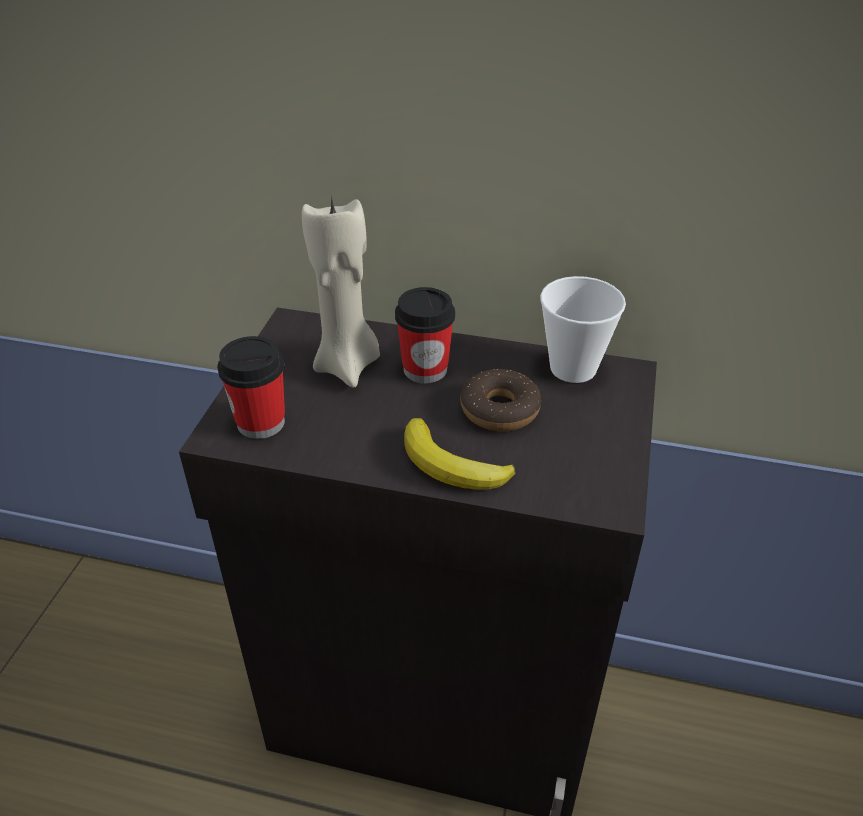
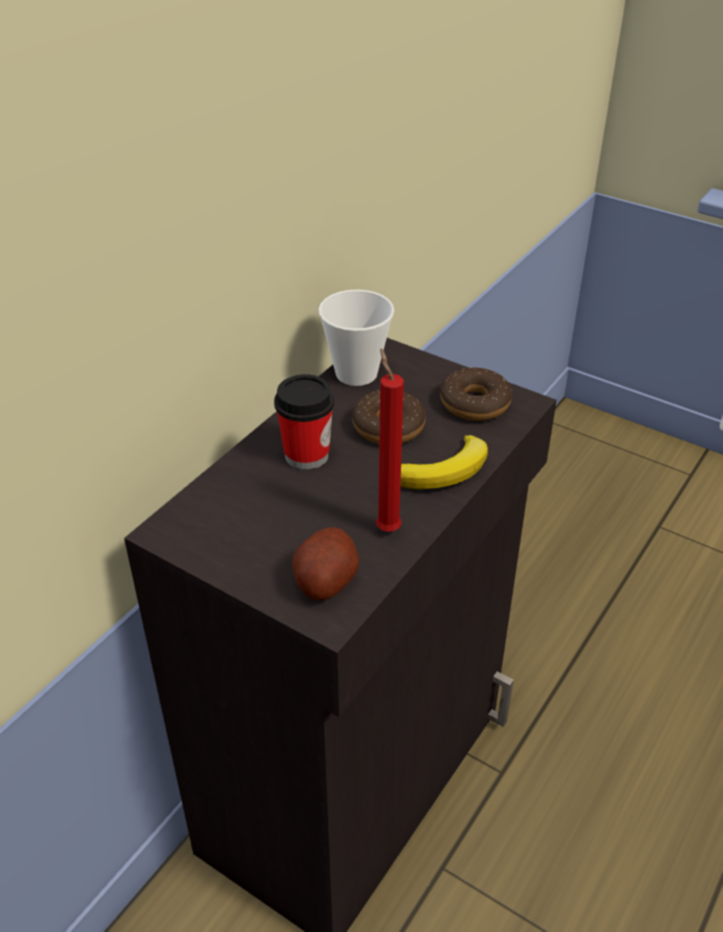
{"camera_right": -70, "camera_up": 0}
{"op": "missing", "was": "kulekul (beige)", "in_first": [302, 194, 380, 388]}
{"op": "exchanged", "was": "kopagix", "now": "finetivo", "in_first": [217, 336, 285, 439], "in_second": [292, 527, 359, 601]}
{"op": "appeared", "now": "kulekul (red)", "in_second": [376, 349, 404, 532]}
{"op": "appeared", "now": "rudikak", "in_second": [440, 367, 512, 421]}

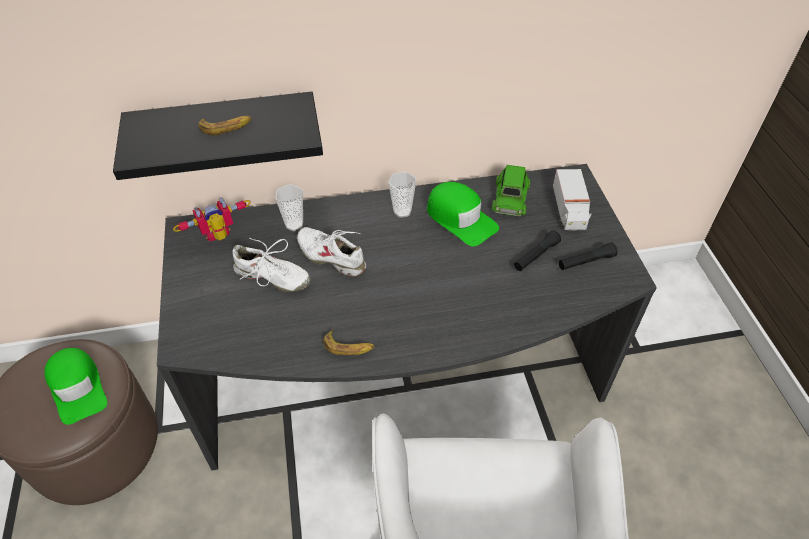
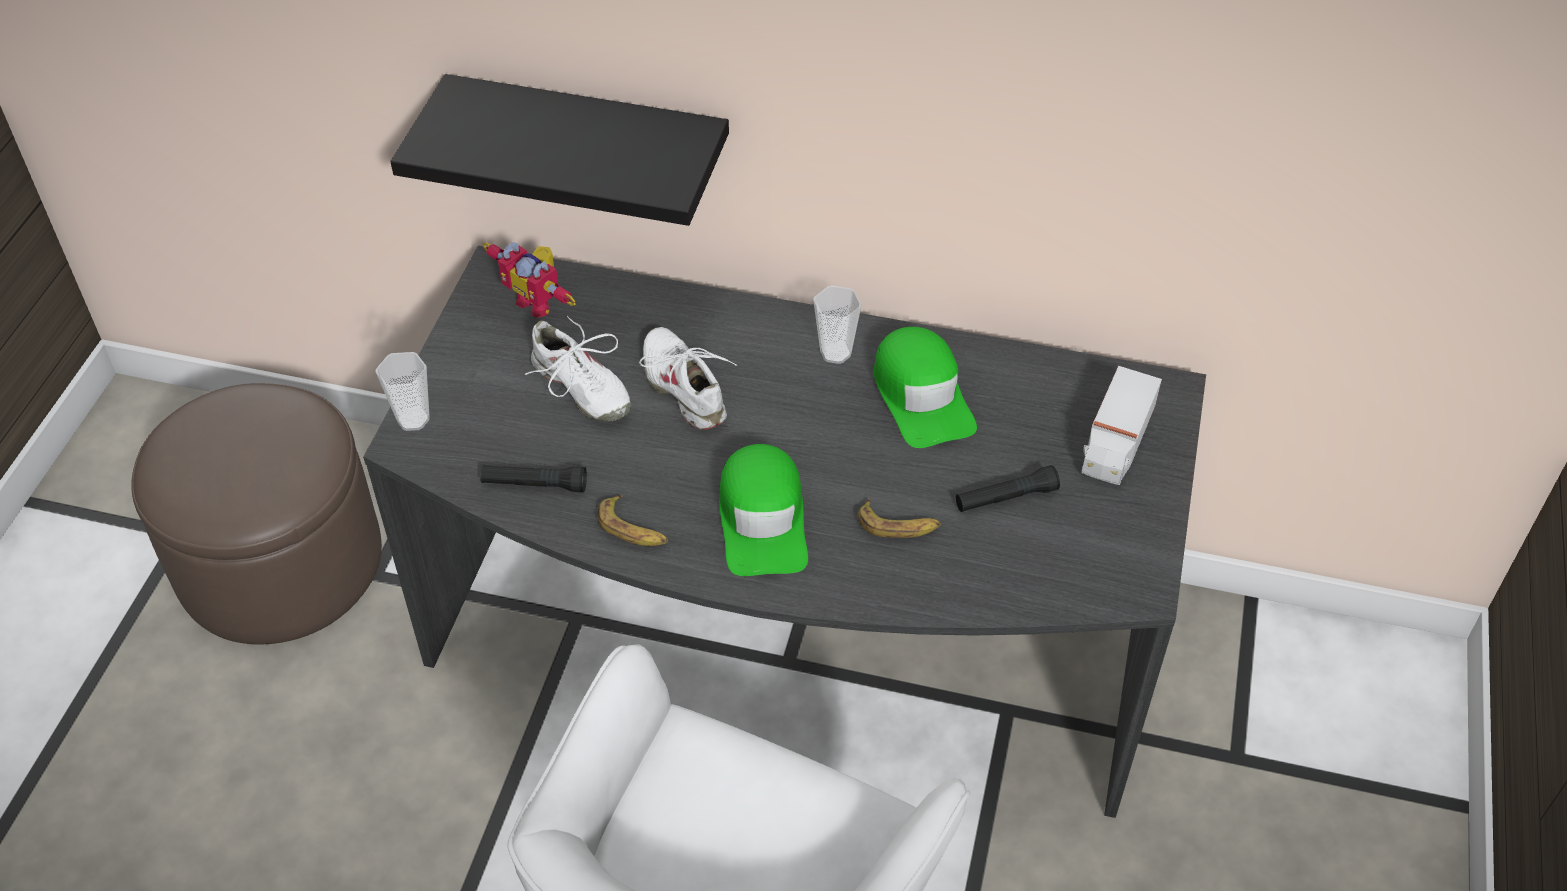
{"camera_right": 25, "camera_up": 0}
{"op": "relocated", "was": "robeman", "in_first": [198, 116, 252, 135], "in_second": [858, 499, 941, 538]}
{"op": "missing", "was": "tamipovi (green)", "in_first": [492, 165, 530, 216]}
{"op": "relocated", "was": "kopagix", "in_first": [275, 184, 303, 231], "in_second": [376, 352, 430, 431]}
{"op": "spun", "was": "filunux", "in_first": [173, 198, 251, 241], "in_second": [483, 242, 576, 318], "clockwise": -135}
{"op": "relocated", "was": "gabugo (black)", "in_first": [559, 242, 617, 270], "in_second": [480, 465, 587, 492]}
{"op": "relocated", "was": "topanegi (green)", "in_first": [44, 348, 107, 425], "in_second": [719, 444, 808, 576]}

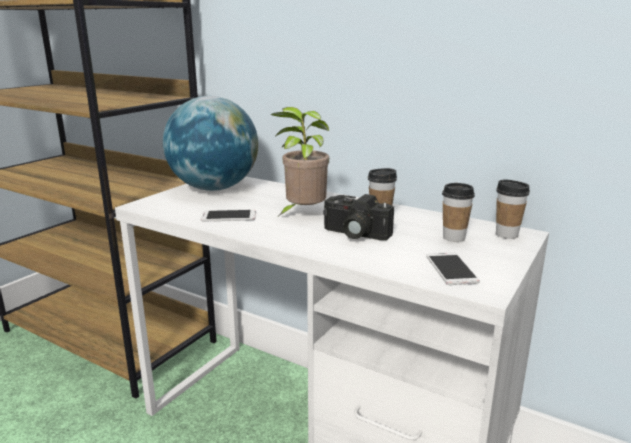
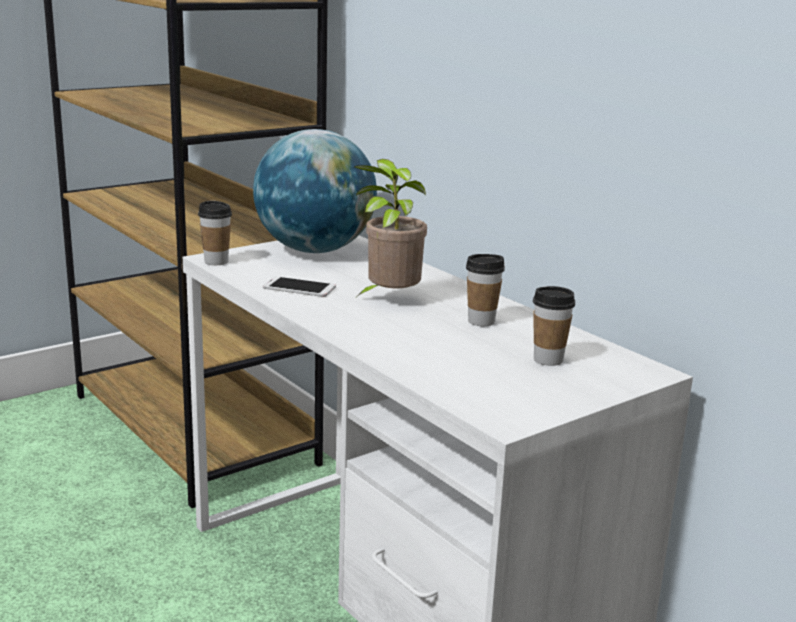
{"camera_right": 20, "camera_up": 0}
{"op": "relocated", "was": "kopagix", "in_first": [496, 179, 530, 239], "in_second": [198, 201, 232, 265]}
{"op": "missing", "was": "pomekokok", "in_first": [323, 194, 394, 240]}
{"op": "missing", "was": "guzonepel", "in_first": [426, 252, 480, 285]}

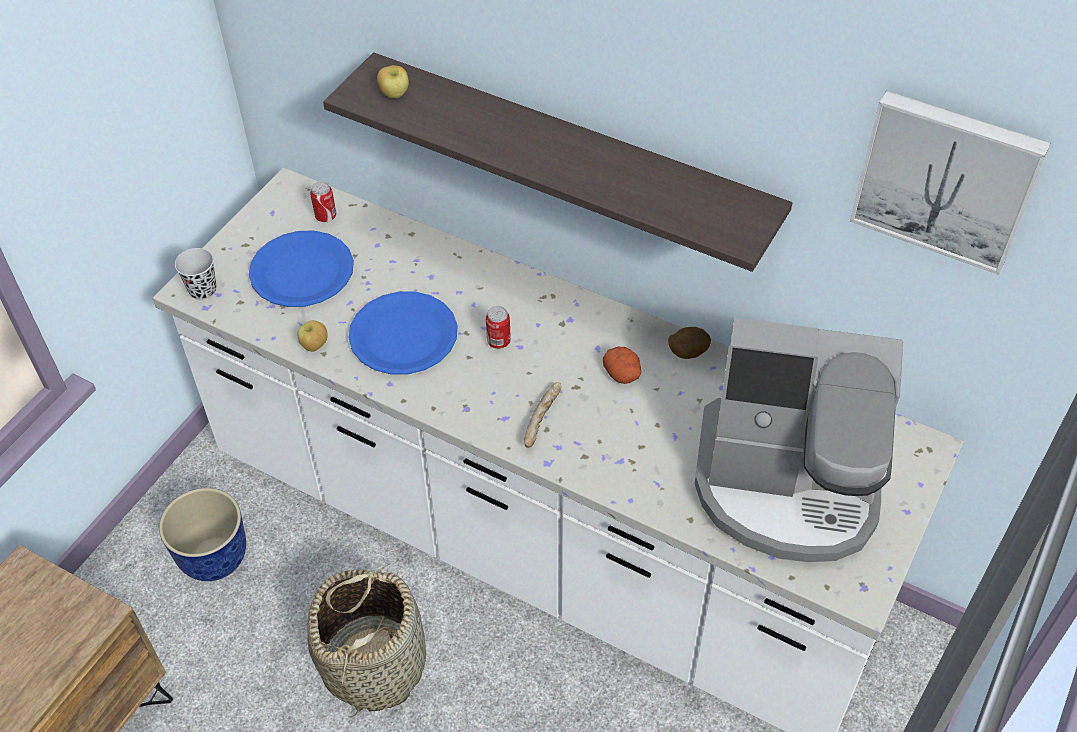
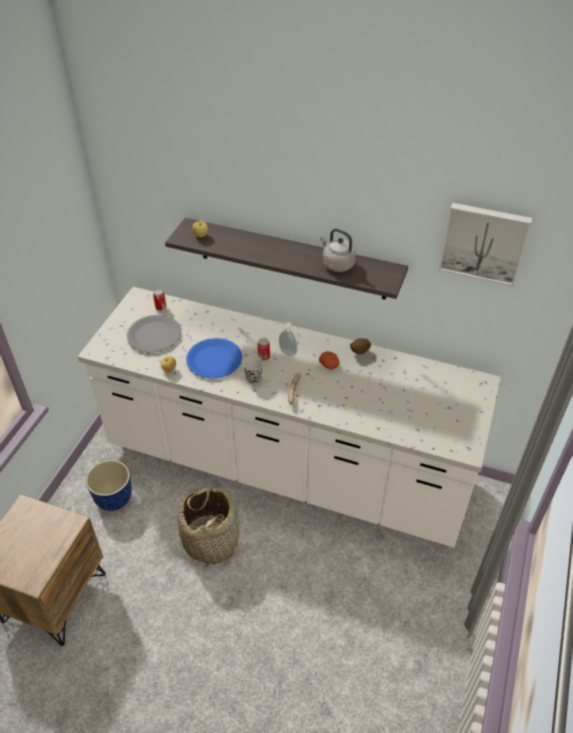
{"camera_right": -10, "camera_up": -5}
{"op": "colour", "was": "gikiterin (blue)", "now": "gikiterin (grey)", "in_first": [249, 230, 354, 307], "in_second": [127, 315, 182, 353]}
{"op": "relocated", "was": "kopagix (black)", "in_first": [175, 248, 217, 300], "in_second": [243, 355, 264, 384]}
{"op": "missing", "was": "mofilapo", "in_first": [695, 318, 903, 562]}
{"op": "appeared", "now": "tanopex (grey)", "in_second": [320, 229, 356, 272]}
{"op": "appeared", "now": "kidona", "in_second": [279, 322, 297, 357]}

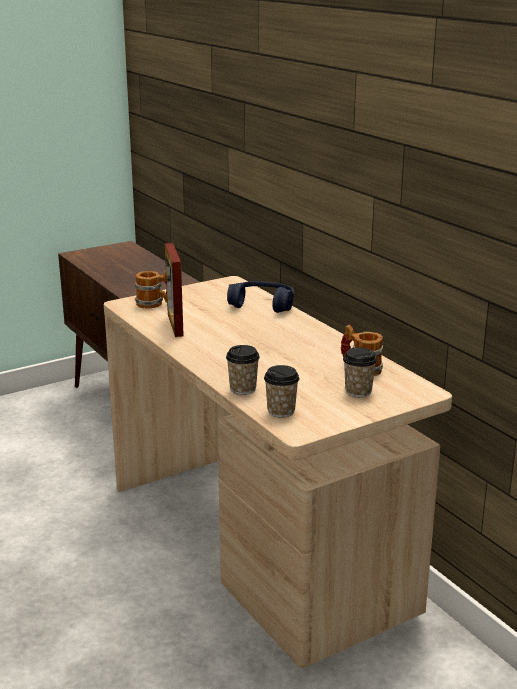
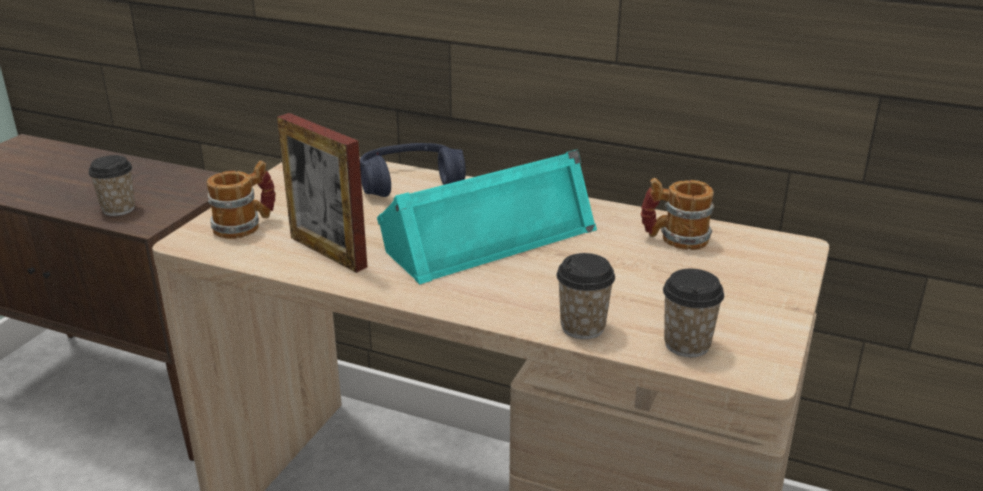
{"camera_right": -35, "camera_up": 5}
{"op": "relocated", "was": "kopagix", "in_first": [343, 347, 377, 397], "in_second": [89, 155, 135, 216]}
{"op": "appeared", "now": "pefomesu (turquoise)", "in_second": [377, 149, 597, 284]}

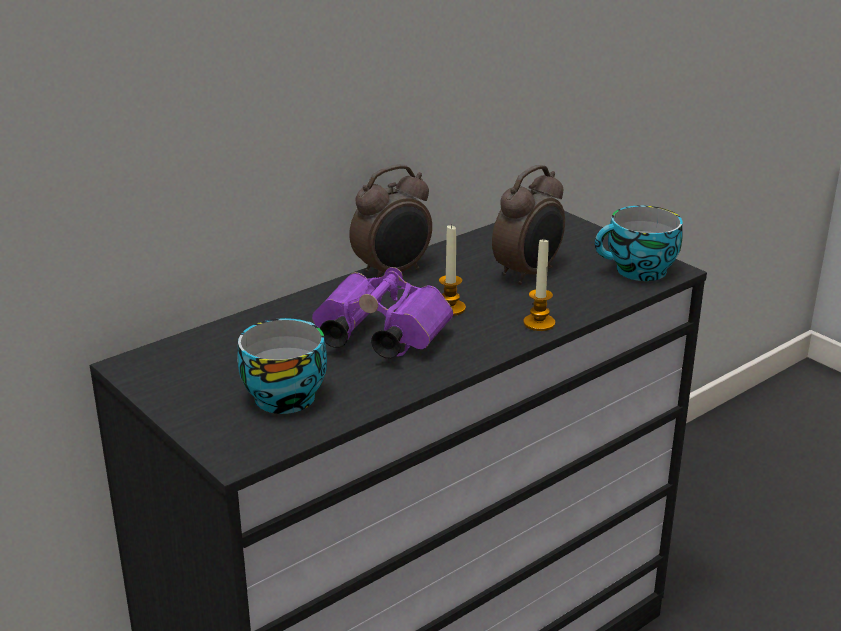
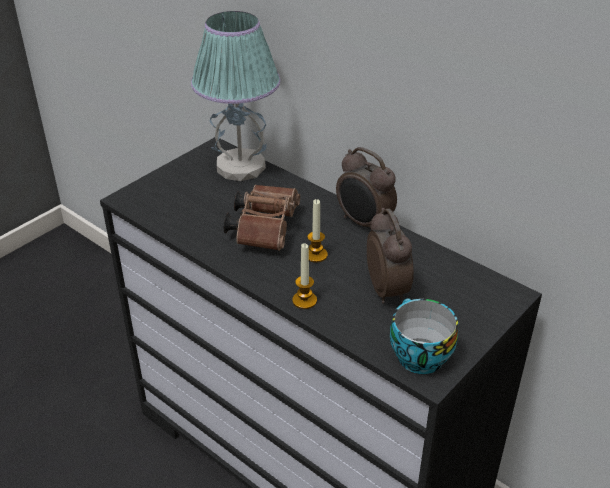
{"camera_right": 80, "camera_up": 10}
{"op": "spun", "was": "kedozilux", "in_first": [492, 165, 565, 285], "in_second": [367, 208, 414, 304], "clockwise": -135}
{"op": "colour", "was": "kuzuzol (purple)", "now": "kuzuzol (brown)", "in_first": [312, 267, 453, 359], "in_second": [224, 185, 300, 251]}
{"op": "missing", "was": "kopagix", "in_first": [237, 318, 327, 414]}
{"op": "appeared", "now": "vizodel", "in_second": [191, 11, 280, 181]}

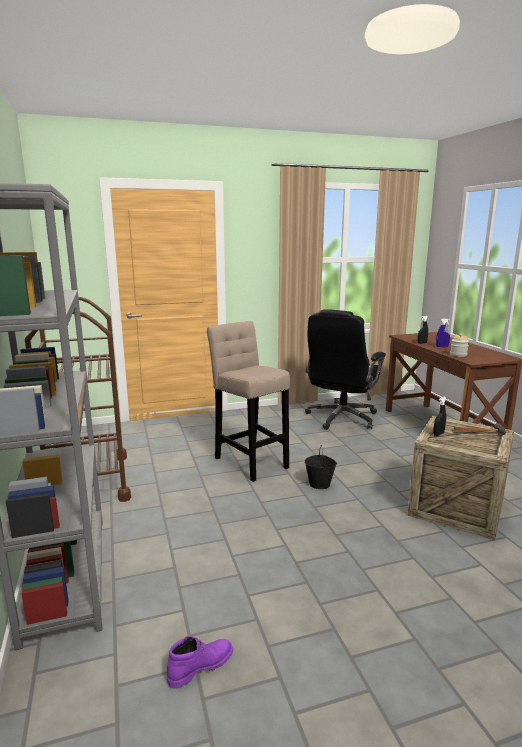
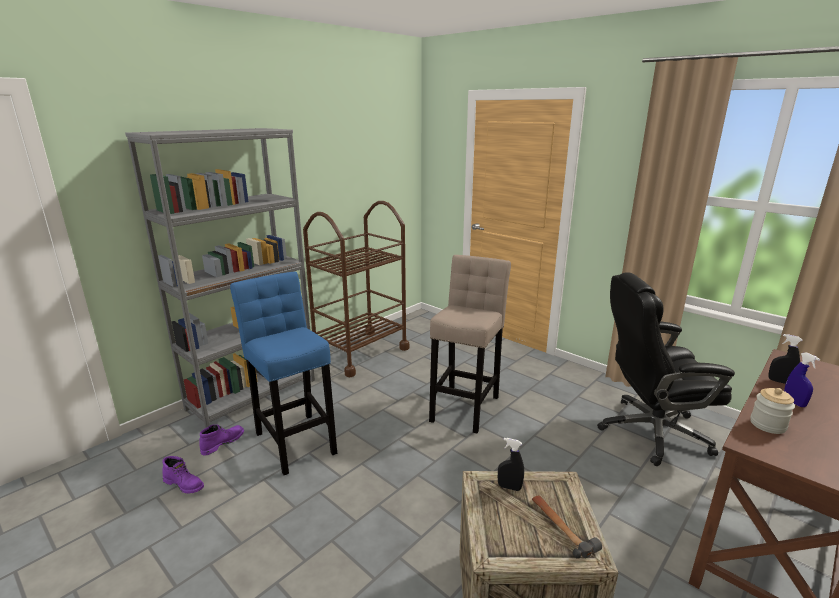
{"camera_right": 60, "camera_up": 5}
{"op": "missing", "was": "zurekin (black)", "in_first": [305, 445, 337, 489]}
{"op": "appeared", "now": "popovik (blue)", "in_second": [230, 271, 337, 475]}
{"op": "appeared", "now": "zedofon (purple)", "in_second": [199, 425, 244, 456]}

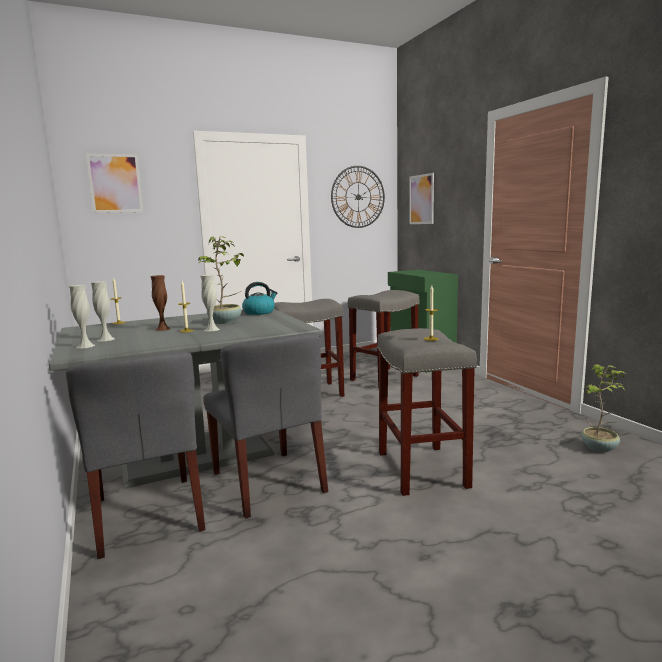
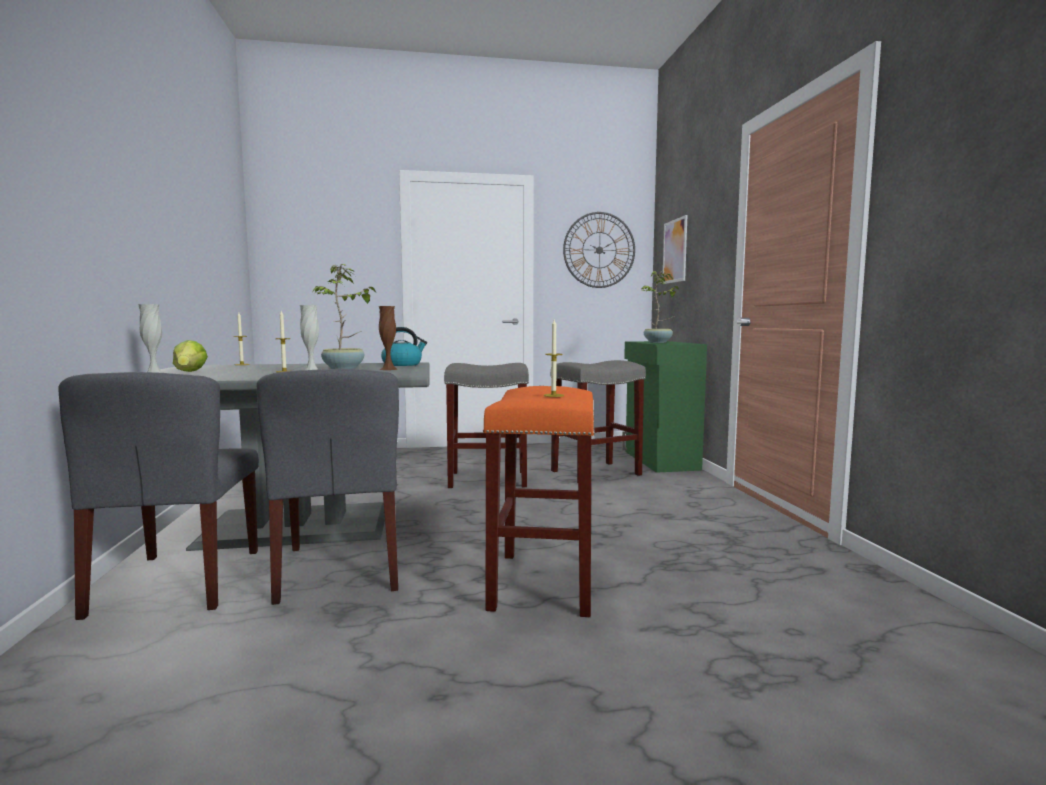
{"camera_right": 15, "camera_up": -5}
{"op": "missing", "was": "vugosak", "in_first": [86, 153, 143, 213]}
{"op": "relocated", "was": "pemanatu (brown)", "in_first": [150, 275, 171, 331], "in_second": [379, 306, 398, 370]}
{"op": "exchanged", "was": "pemanatu (white)", "now": "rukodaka", "in_first": [91, 281, 115, 342], "in_second": [173, 340, 208, 372]}
{"op": "colour", "was": "popovik (grey)", "now": "popovik (orange)", "in_first": [377, 328, 477, 496], "in_second": [483, 386, 595, 617]}
{"op": "relocated", "was": "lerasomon", "in_first": [581, 364, 627, 452], "in_second": [641, 271, 679, 343]}

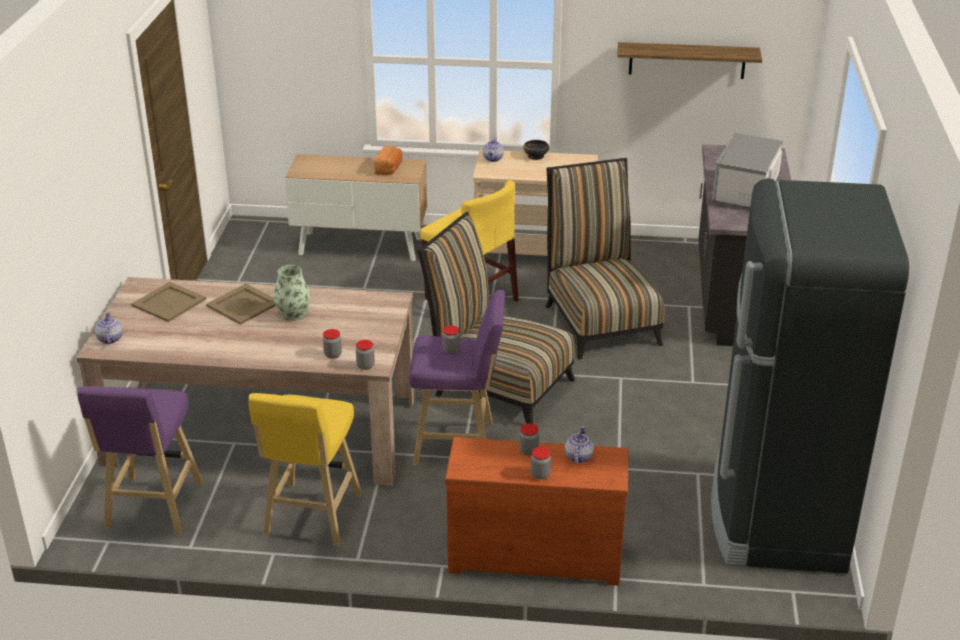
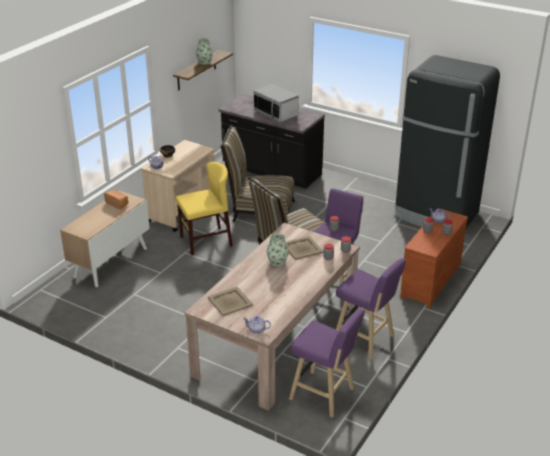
{"camera_right": -65, "camera_up": 0}
{"op": "relocated", "was": "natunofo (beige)", "in_first": [206, 284, 276, 325], "in_second": [286, 236, 323, 260]}
{"op": "colour", "was": "popovik (yellow)", "now": "popovik (purple)", "in_first": [249, 393, 362, 546], "in_second": [336, 258, 406, 359]}
{"op": "appeared", "now": "pemanatu", "in_second": [196, 38, 213, 65]}

